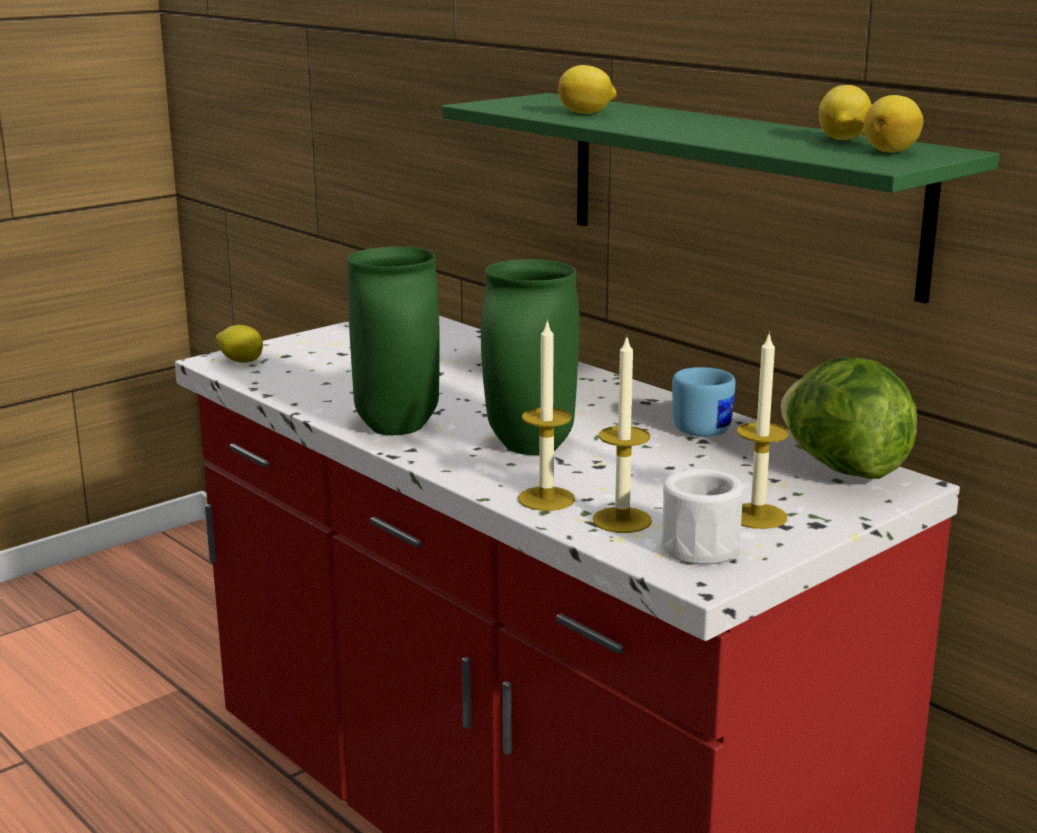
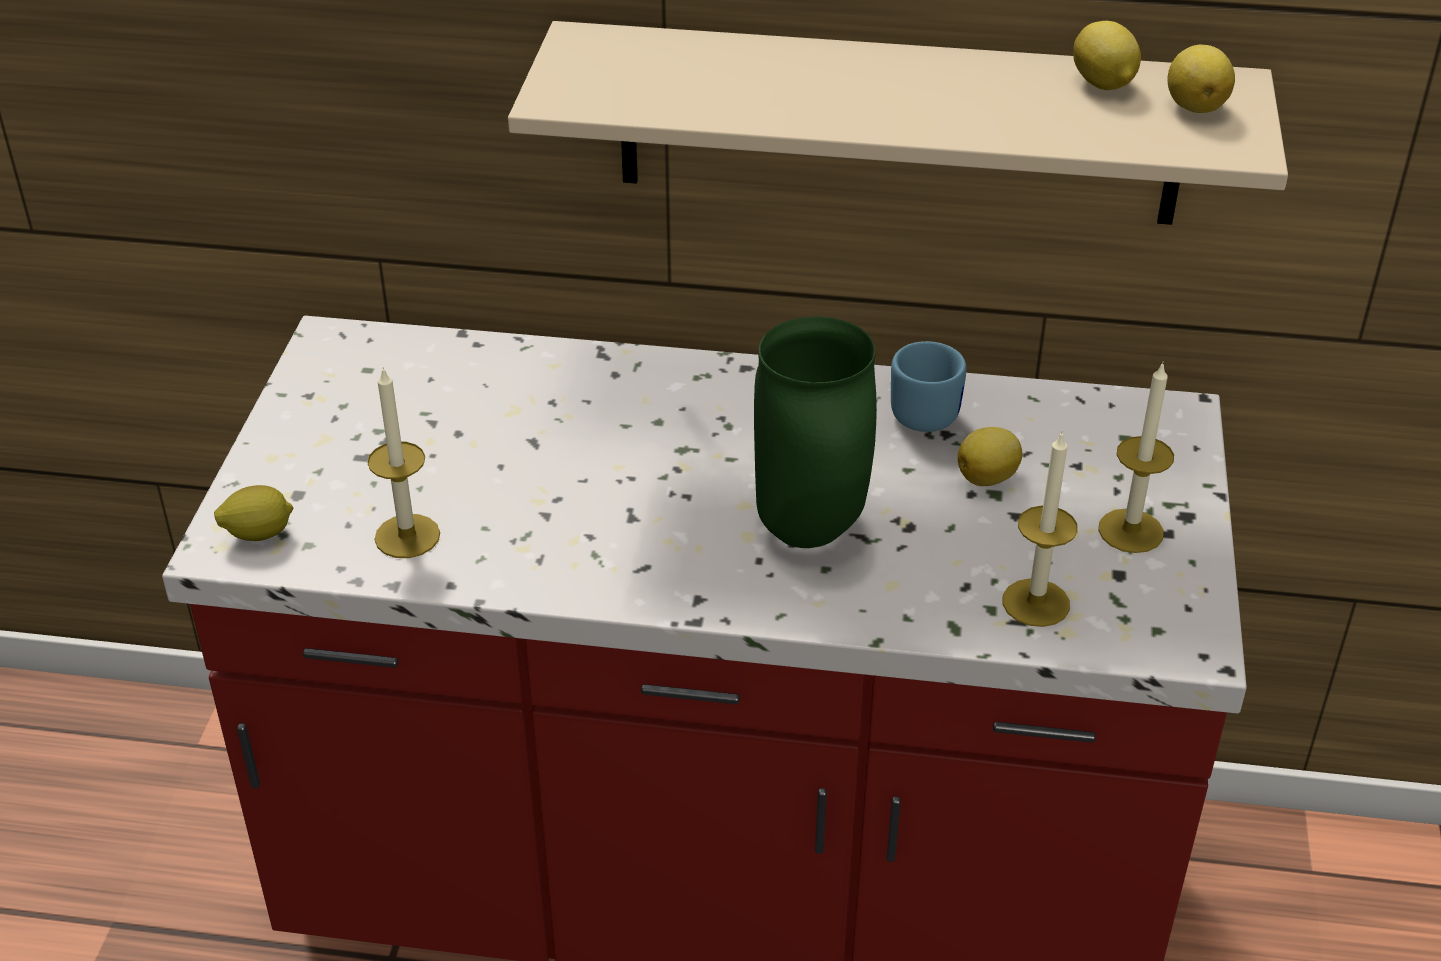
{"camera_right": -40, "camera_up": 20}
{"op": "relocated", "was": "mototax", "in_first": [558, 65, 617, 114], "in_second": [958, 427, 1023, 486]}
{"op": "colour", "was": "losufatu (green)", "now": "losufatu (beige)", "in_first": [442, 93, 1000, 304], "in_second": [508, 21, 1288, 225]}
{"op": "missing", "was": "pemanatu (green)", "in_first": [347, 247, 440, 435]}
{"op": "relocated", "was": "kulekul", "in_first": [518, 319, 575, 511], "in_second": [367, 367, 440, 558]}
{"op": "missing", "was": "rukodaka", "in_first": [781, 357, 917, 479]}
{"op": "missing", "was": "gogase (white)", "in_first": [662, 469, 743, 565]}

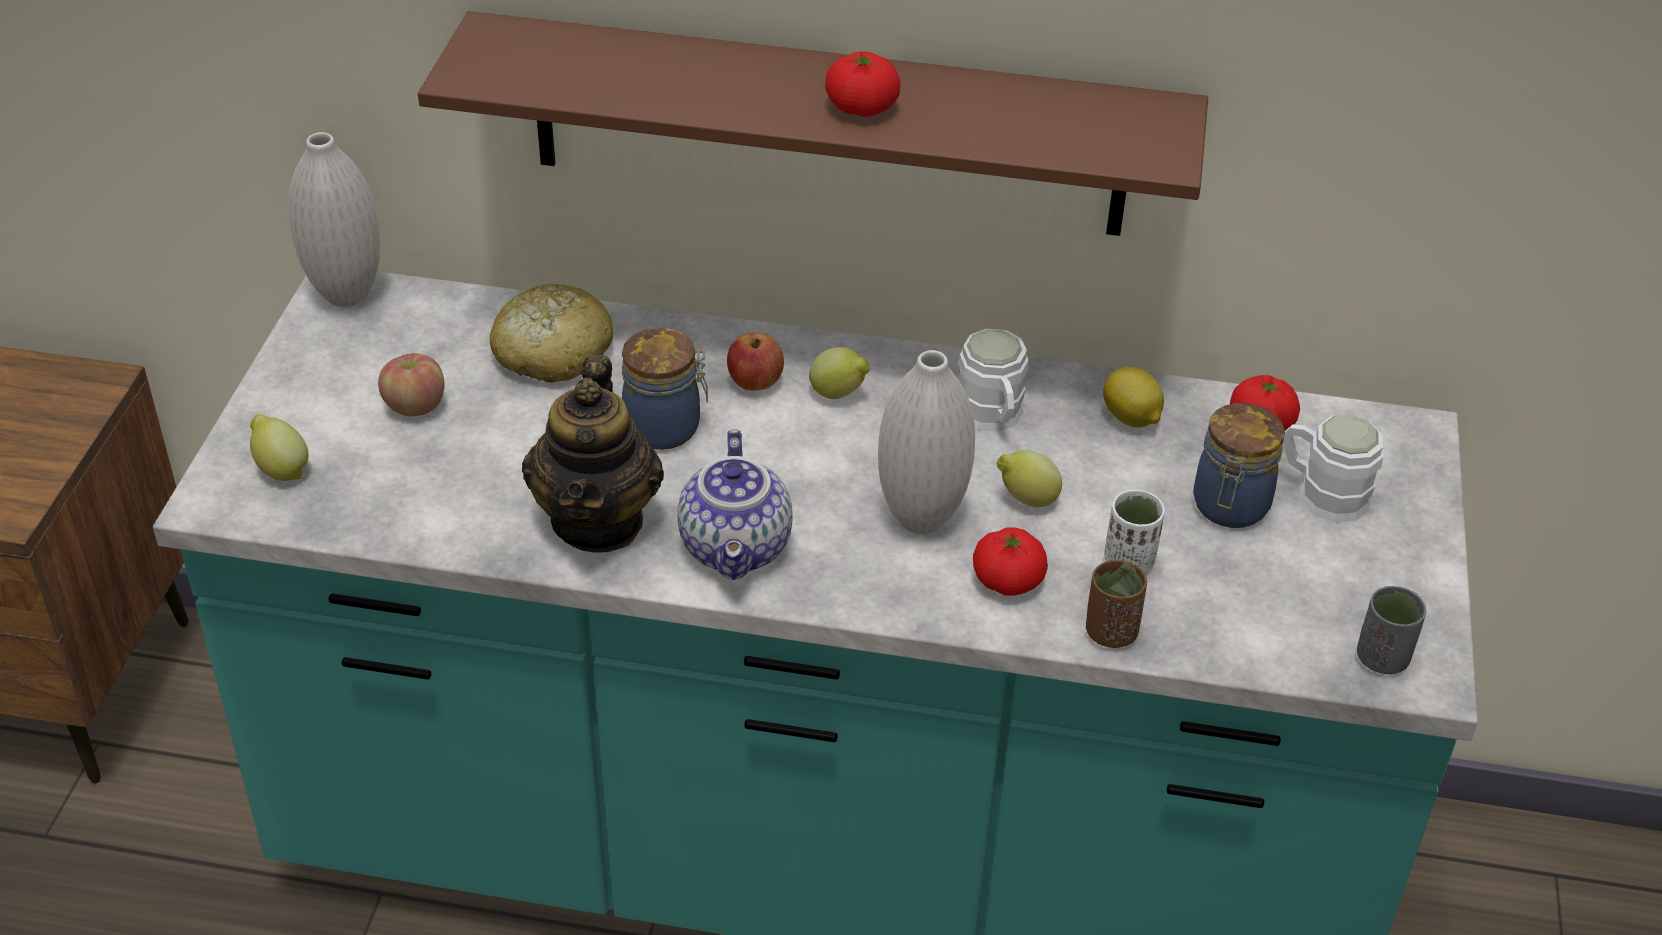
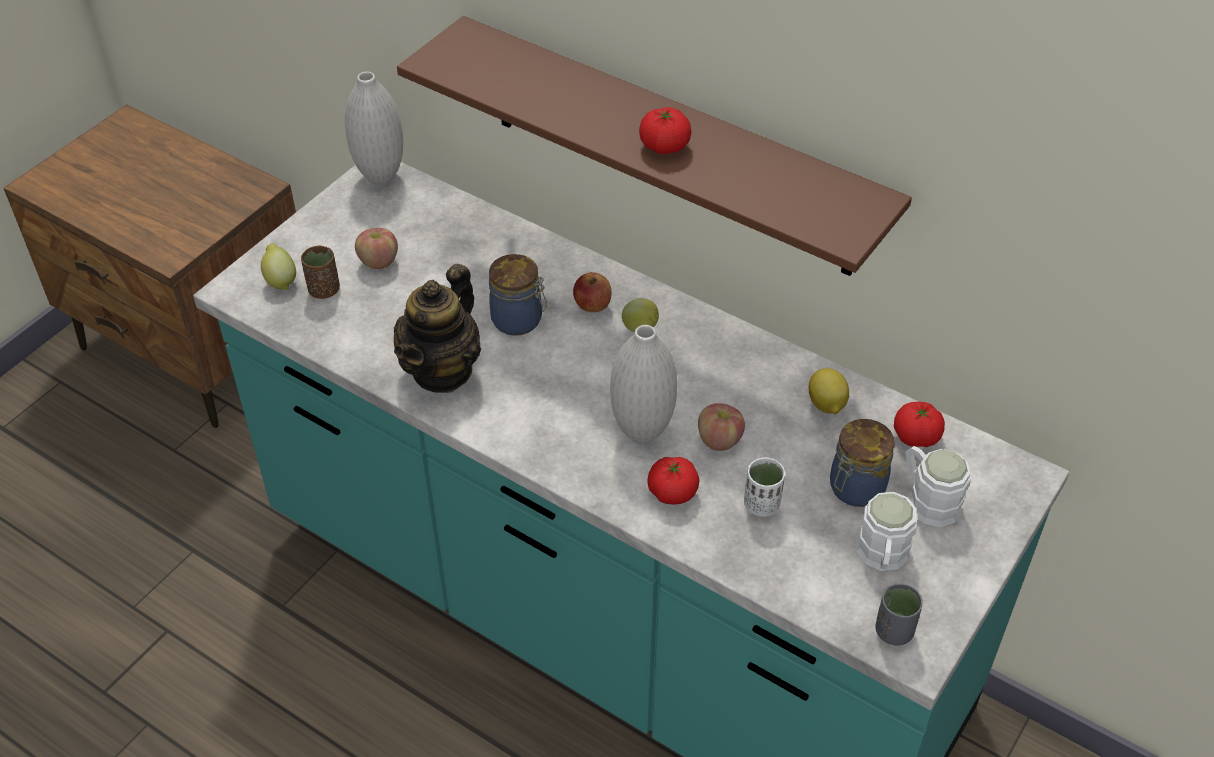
{"camera_right": 25, "camera_up": 5}
{"op": "missing", "was": "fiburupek", "in_first": [490, 284, 613, 382]}
{"op": "relocated", "was": "gogase (white)", "in_first": [958, 329, 1029, 432], "in_second": [856, 492, 917, 571]}
{"op": "missing", "was": "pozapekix", "in_first": [678, 429, 793, 580]}
{"op": "exchanged", "was": "mototax", "now": "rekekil", "in_first": [997, 451, 1062, 507], "in_second": [698, 403, 745, 451]}
{"op": "relocated", "was": "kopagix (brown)", "in_first": [1086, 560, 1147, 648], "in_second": [301, 246, 340, 299]}

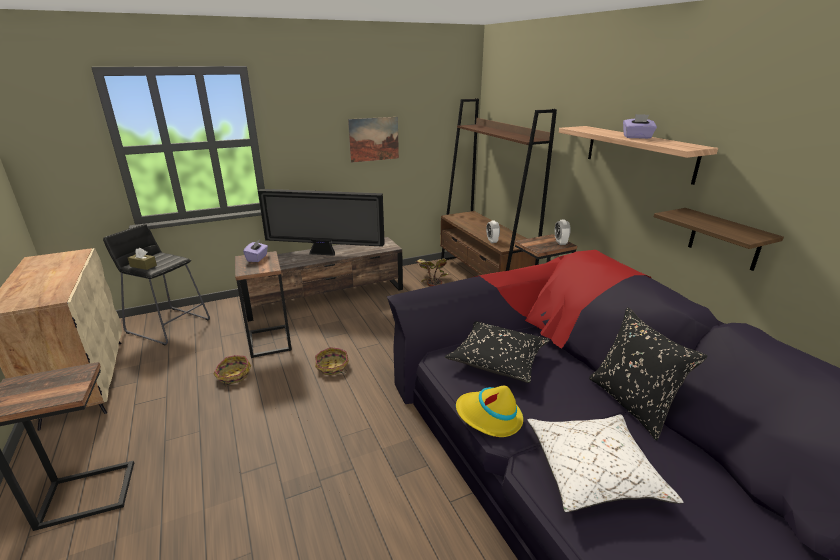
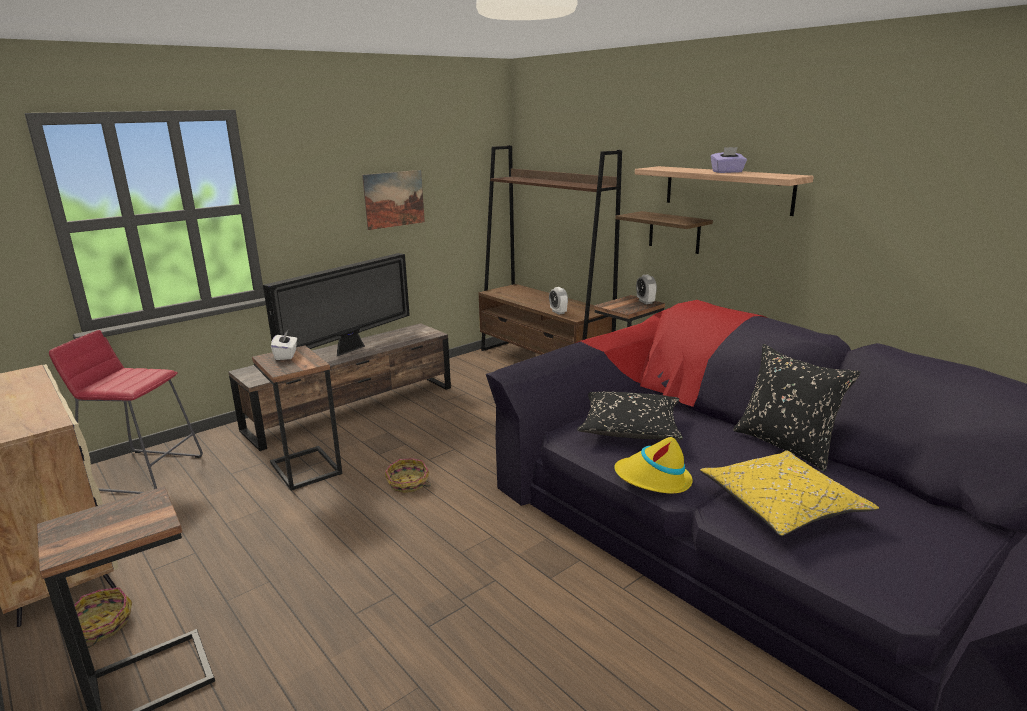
{"camera_right": -15, "camera_up": -5}
{"op": "spun", "was": "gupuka", "in_first": [258, 189, 385, 256], "in_second": [263, 253, 410, 356], "clockwise": -45}
{"op": "relocated", "was": "losufatu", "in_first": [654, 208, 784, 271], "in_second": [616, 211, 713, 254]}
{"op": "colour", "was": "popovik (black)", "now": "popovik (red)", "in_first": [103, 224, 210, 345], "in_second": [49, 330, 203, 494]}
{"op": "colour", "was": "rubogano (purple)", "now": "rubogano (white)", "in_first": [243, 239, 268, 262], "in_second": [271, 330, 297, 360]}
{"op": "missing", "was": "rubogano (brown)", "in_first": [128, 248, 157, 270]}
{"op": "missing", "was": "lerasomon", "in_first": [416, 258, 450, 287]}
{"op": "relocated", "was": "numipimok", "in_first": [214, 355, 251, 386], "in_second": [74, 587, 132, 648]}
{"op": "colour", "was": "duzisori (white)", "now": "duzisori (yellow)", "in_first": [527, 415, 684, 513], "in_second": [700, 451, 879, 536]}

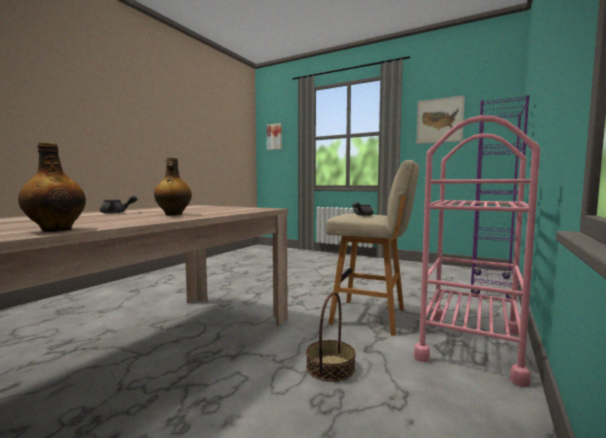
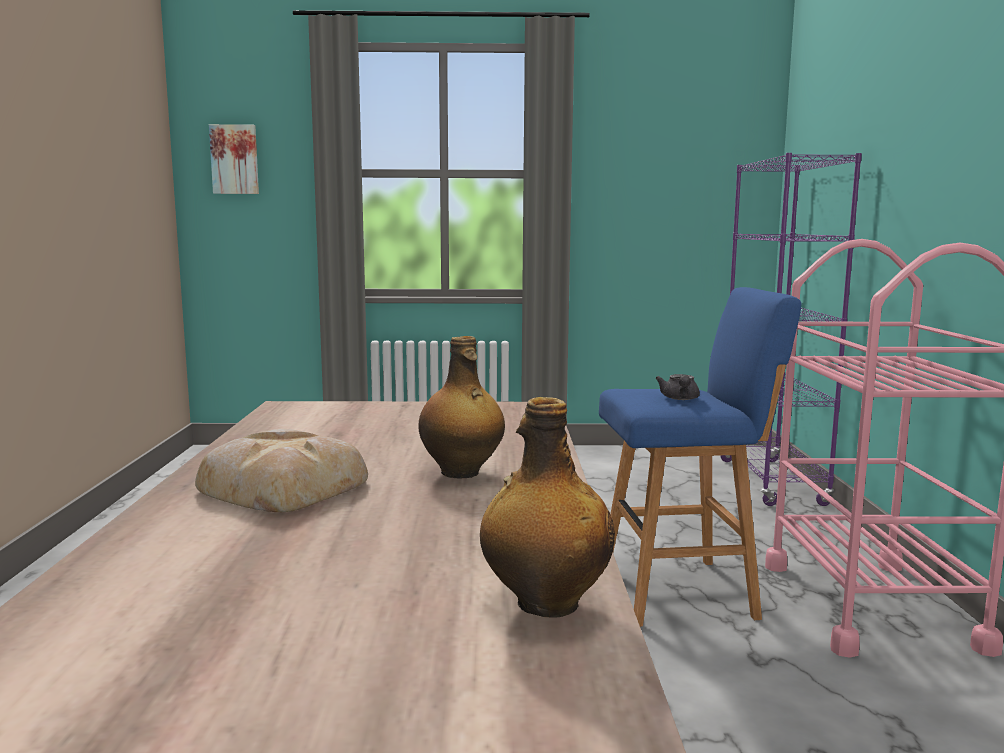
{"camera_right": -30, "camera_up": 5}
{"op": "missing", "was": "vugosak", "in_first": [416, 95, 465, 144]}
{"op": "colour", "was": "popovik (beige)", "now": "popovik (blue)", "in_first": [326, 160, 419, 336], "in_second": [599, 287, 801, 627]}
{"op": "exchanged", "was": "pozapekix (grey)", "now": "fiburupek", "in_first": [100, 195, 137, 214], "in_second": [195, 429, 368, 512]}
{"op": "missing", "was": "numipimok", "in_first": [306, 292, 356, 382]}

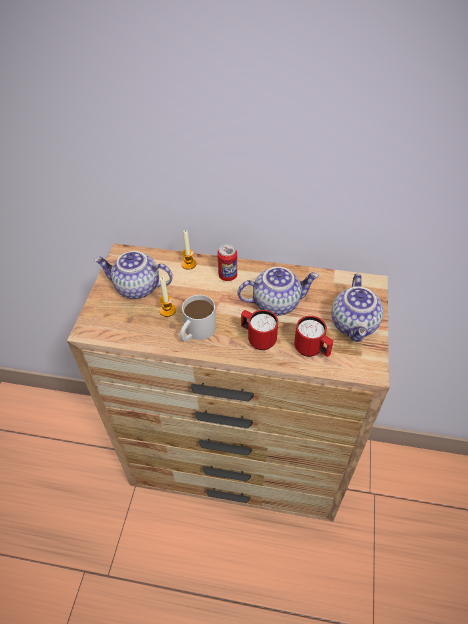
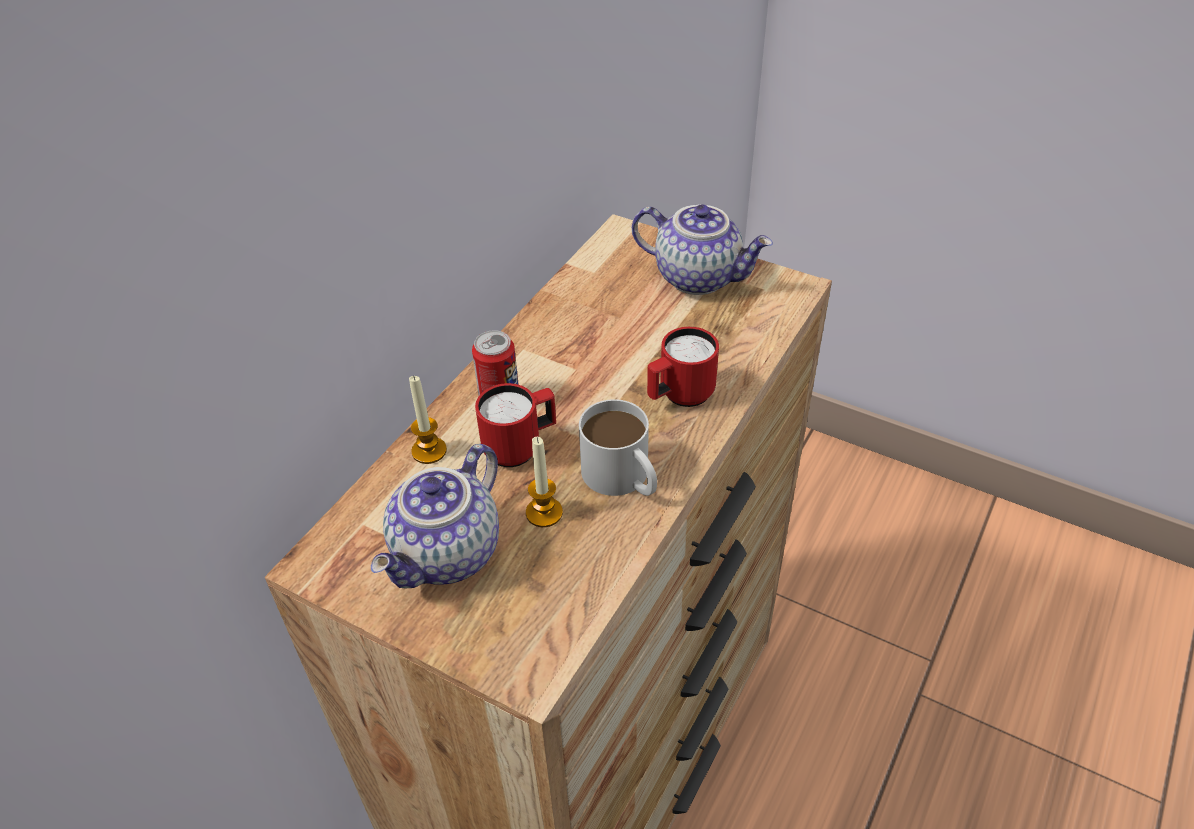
{"camera_right": -70, "camera_up": -5}
{"op": "missing", "was": "pozapekix", "in_first": [237, 267, 319, 316]}
{"op": "relocated", "was": "gogase (red)", "in_first": [294, 316, 334, 357], "in_second": [475, 383, 556, 467]}

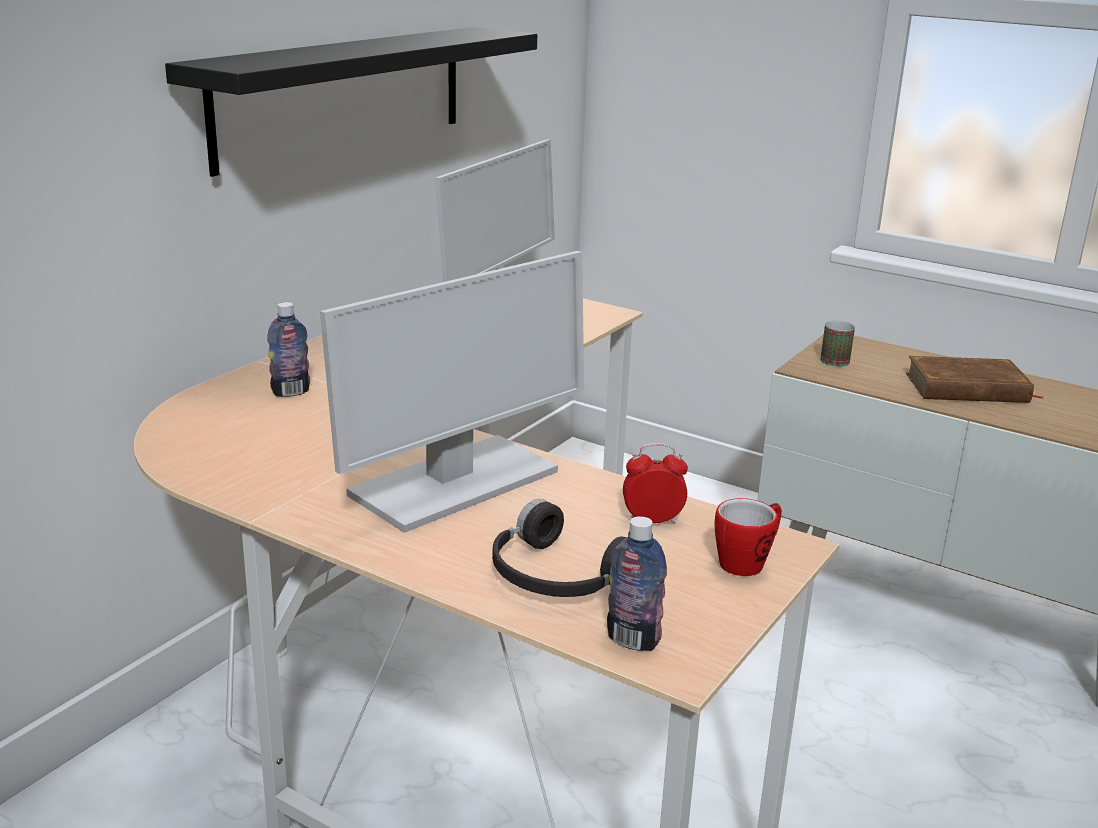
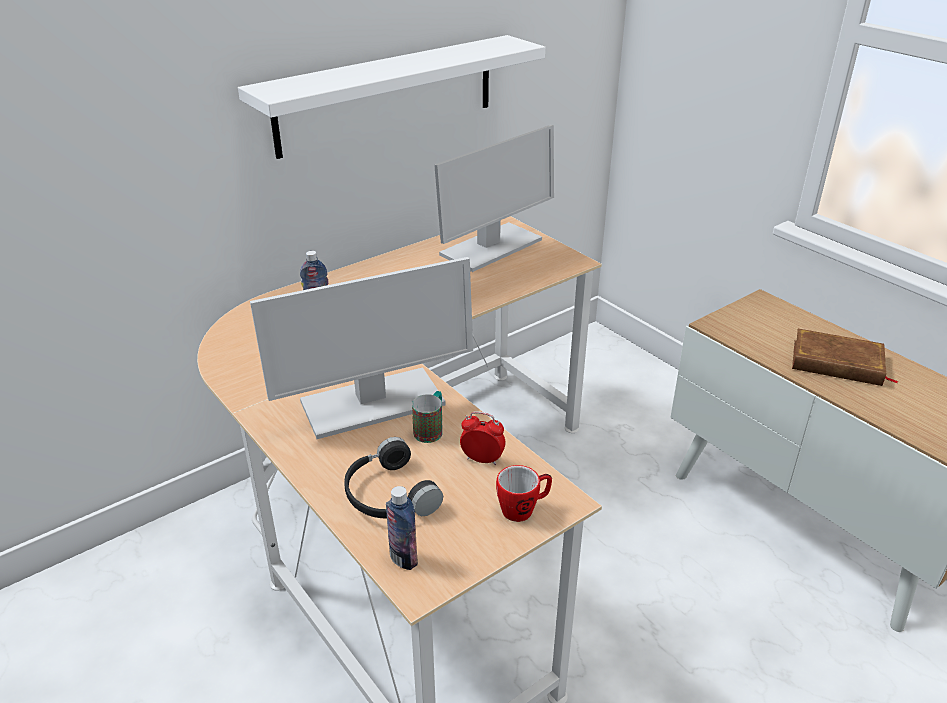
{"camera_right": 20, "camera_up": 10}
{"op": "colour", "was": "losufatu (black)", "now": "losufatu (white)", "in_first": [165, 27, 537, 177], "in_second": [238, 35, 545, 159]}
{"op": "relocated", "was": "gogase", "in_first": [820, 321, 855, 366], "in_second": [412, 391, 443, 443]}

